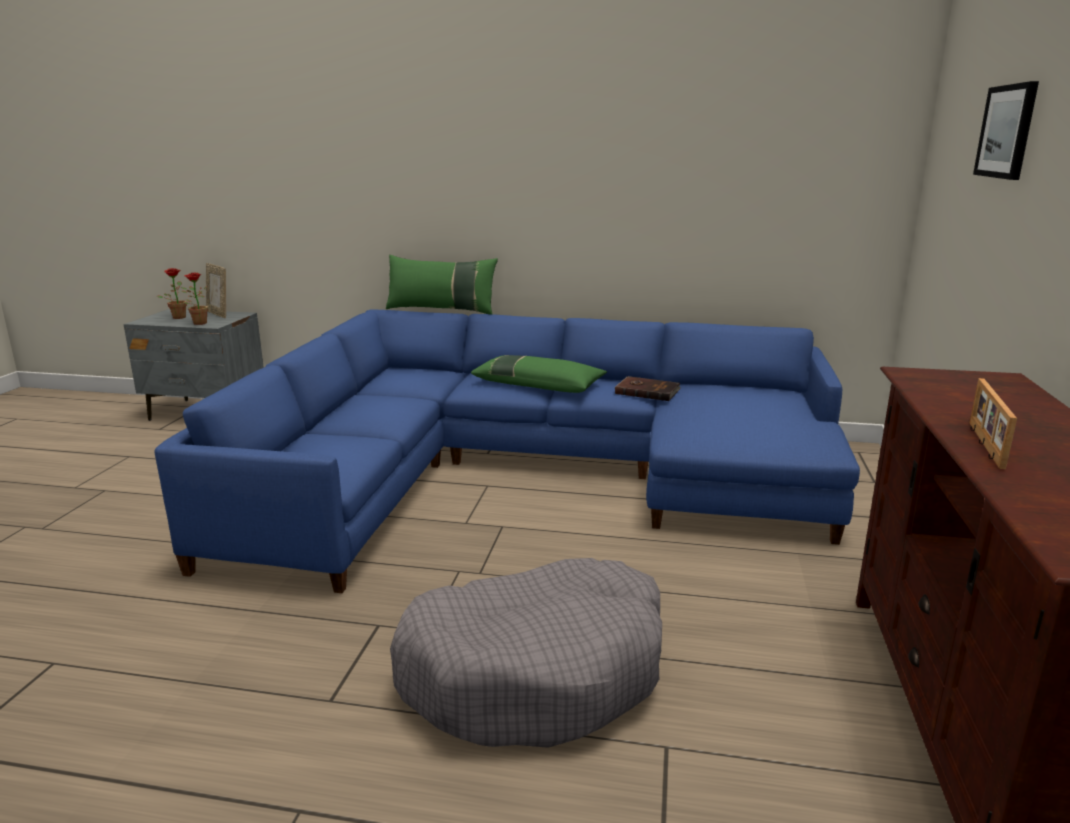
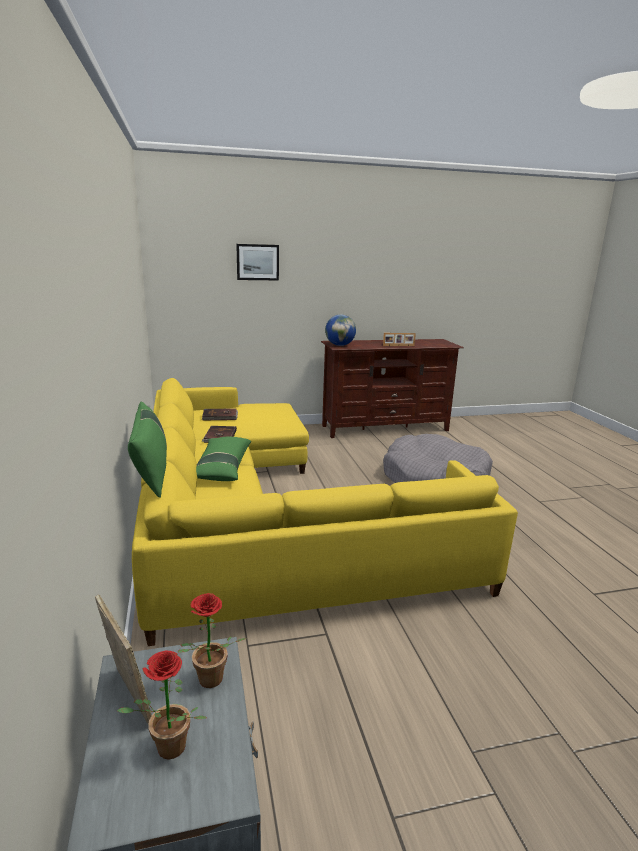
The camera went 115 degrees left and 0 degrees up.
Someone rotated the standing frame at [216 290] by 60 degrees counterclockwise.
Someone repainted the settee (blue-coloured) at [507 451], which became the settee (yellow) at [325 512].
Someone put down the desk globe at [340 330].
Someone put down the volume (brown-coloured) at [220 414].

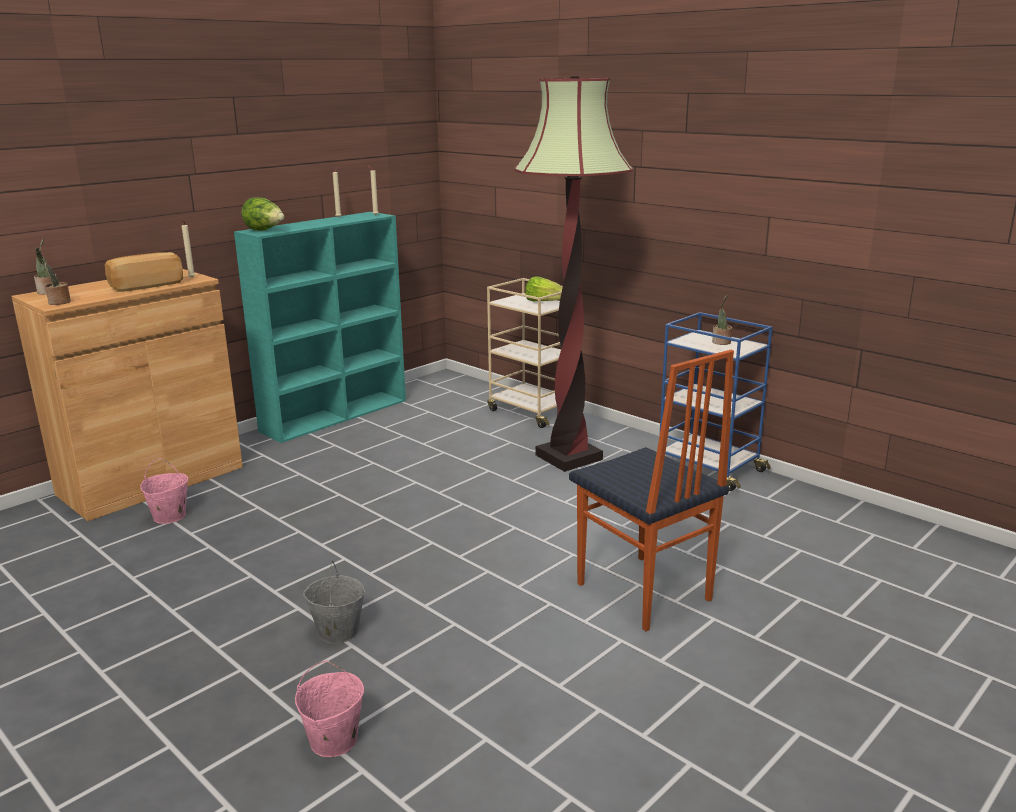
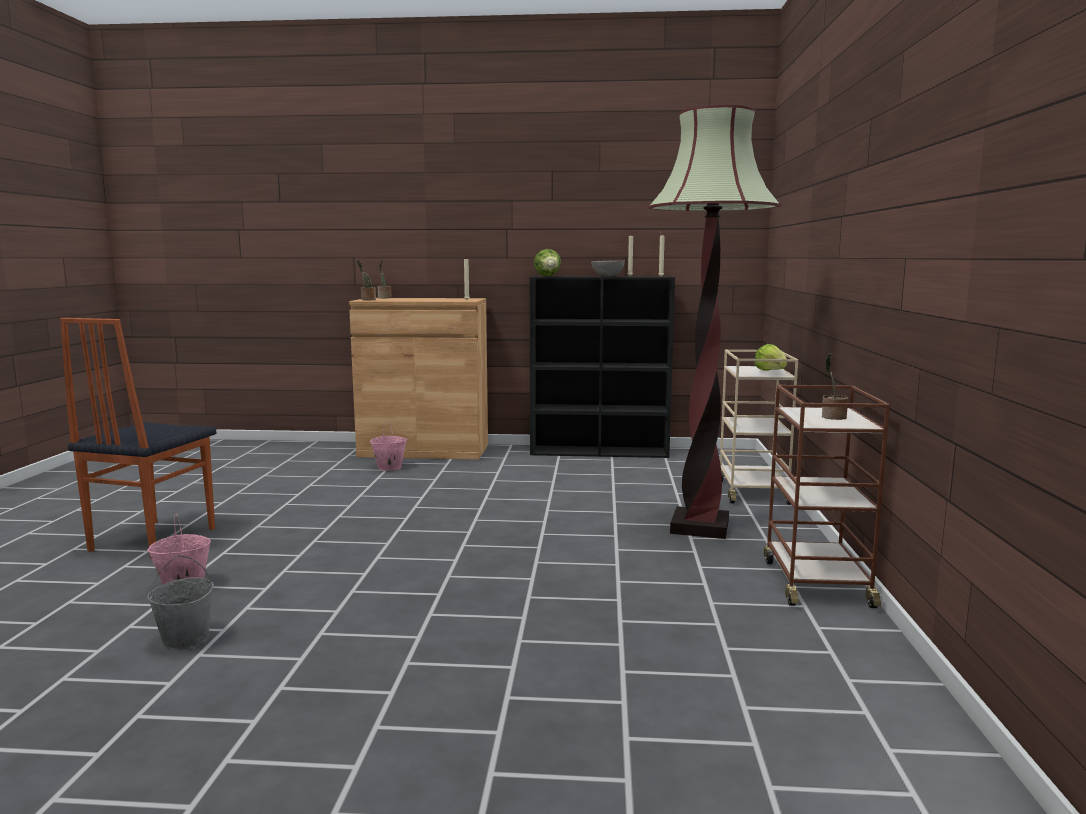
The camera went 50 degrees right and 10 degrees down.
Someone repainted the bookshelf (turquoise) at [320 327], which became the bookshelf (black-coloured) at [602 367].
Someone took away the baked bread at [144 272].
Someone repainted the cart (blue-coloured) at [716 401], which became the cart (brown-coloured) at [827 496].
Someone carried the chair from [651 490] to [138 438].
Someone carried the bucket (gray) from [334 602] to [180 602].
Someone put down the serving bowl (gray) at [608 268].

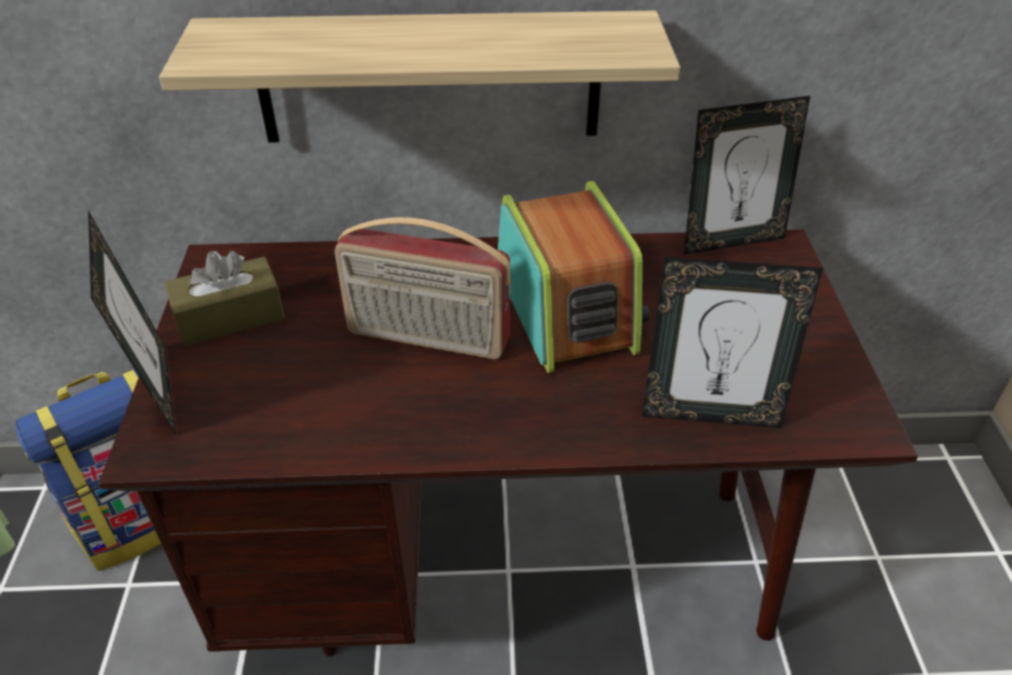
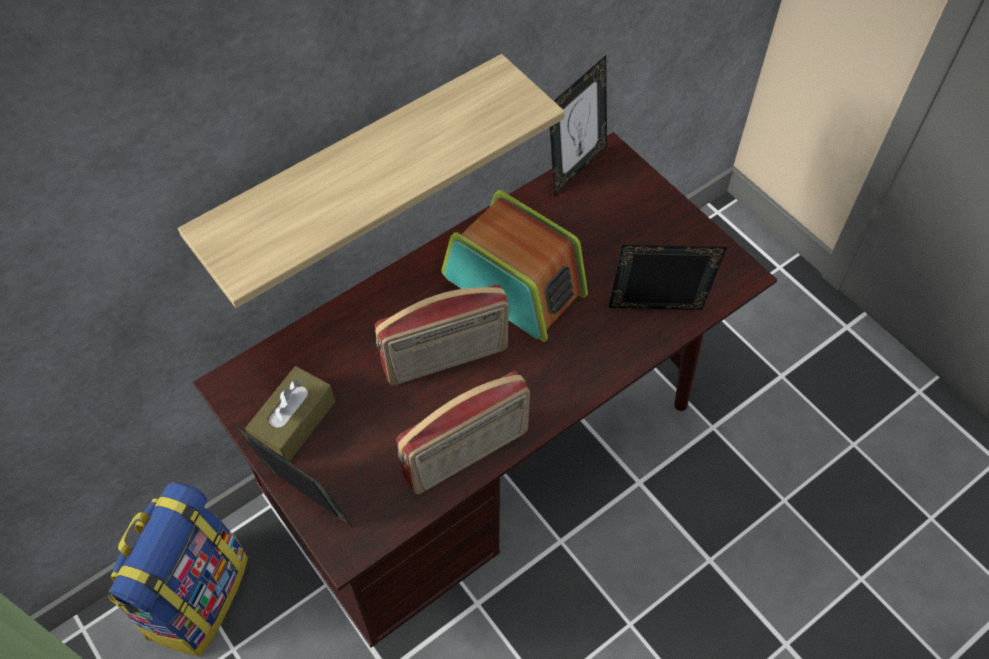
The camera went 35 degrees left and 15 degrees up.
Someone rotated the standing frame at [732 342] by 150 degrees counterclockwise.
Someone put down the radio set at [463 432].

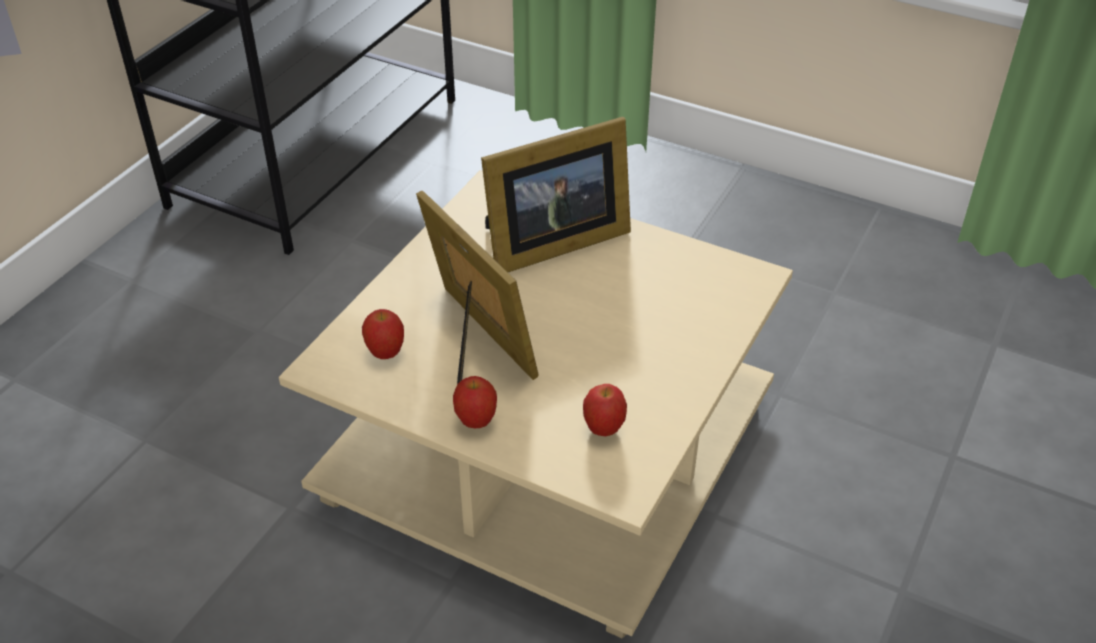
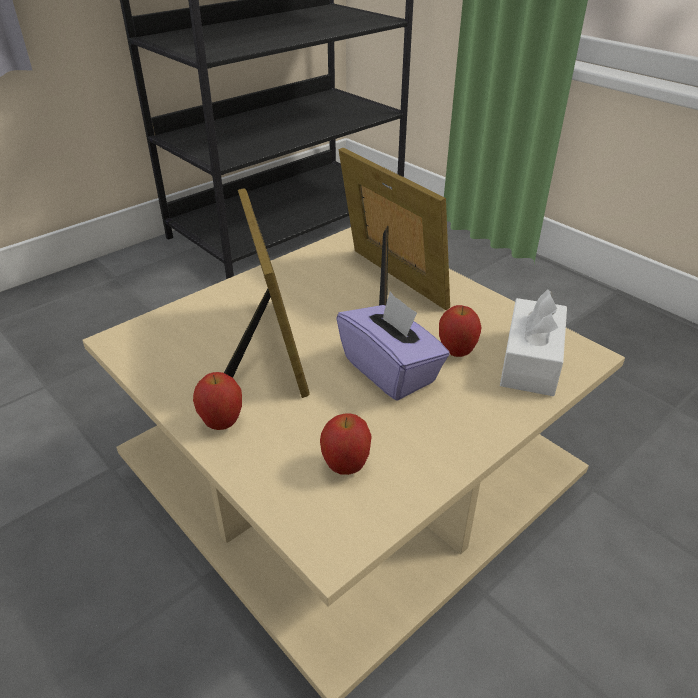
The camera went 20 degrees right and 5 degrees down.
Someone rotated the standing frame at [556 194] by 120 degrees counterclockwise.
Someone carried the apple from [383 334] to [460 331].
Someone put down the tissue box (white) at [533 342].
Someone put down the tissue box (purplish) at [393 346].

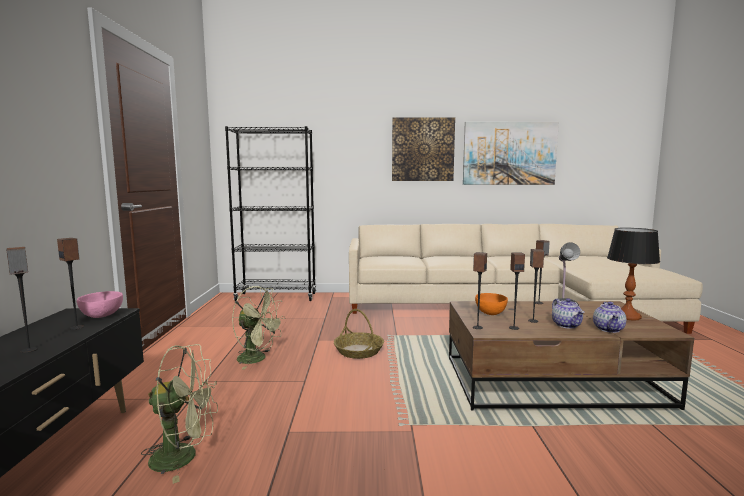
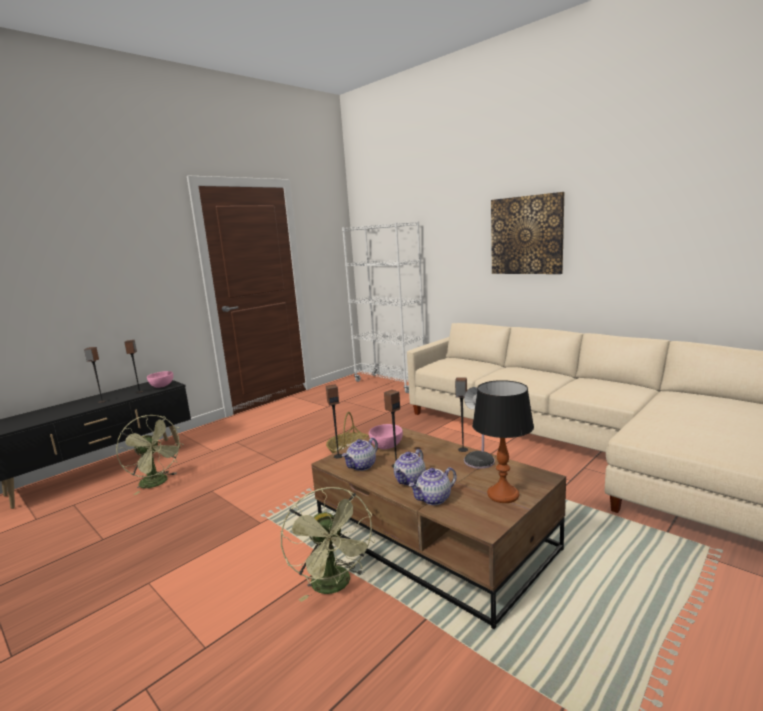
The camera went 45 degrees right and 5 degrees up.
Someone took away the picture at [511 153].
Someone repainted the bookshelf (black-coloured) at [270 213], which became the bookshelf (white) at [383 307].
Someone swapped the audio speaker at [517 291] for the tea pot at [360 454].
Someone carried the cooling fan (green) from [258 328] to [328 544].
Someone repainted the serving bowl (orange) at [491 304], which became the serving bowl (pinkish) at [386 436].

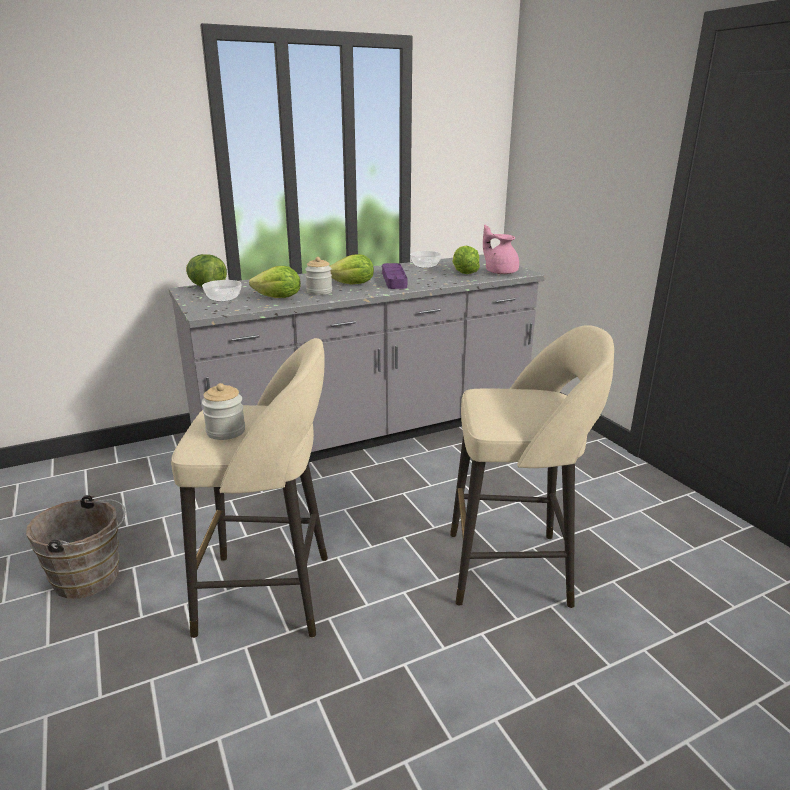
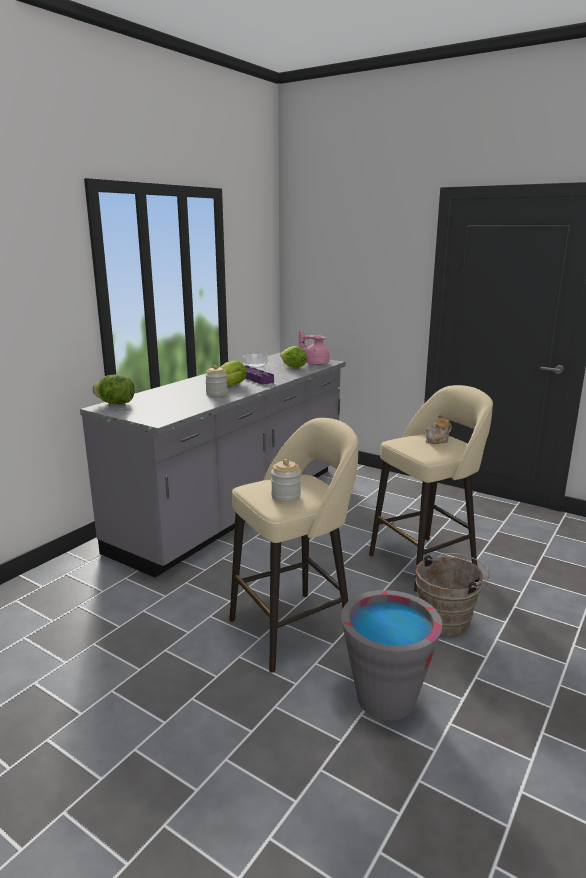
The camera went 30 degrees left and 5 degrees down.
Someone took away the lettuce at [275 282].
Someone took away the serving bowl at [221 291].
Someone carried the bucket (brown-coloured) from [75 547] to [452 594].
Someone put down the tea pot at [439 429].
Someone put down the bucket (gray) at [392 655].

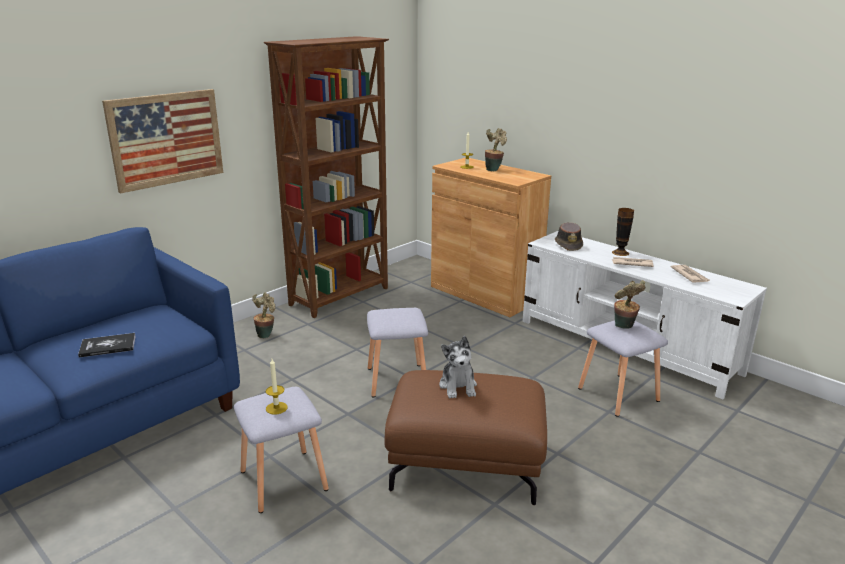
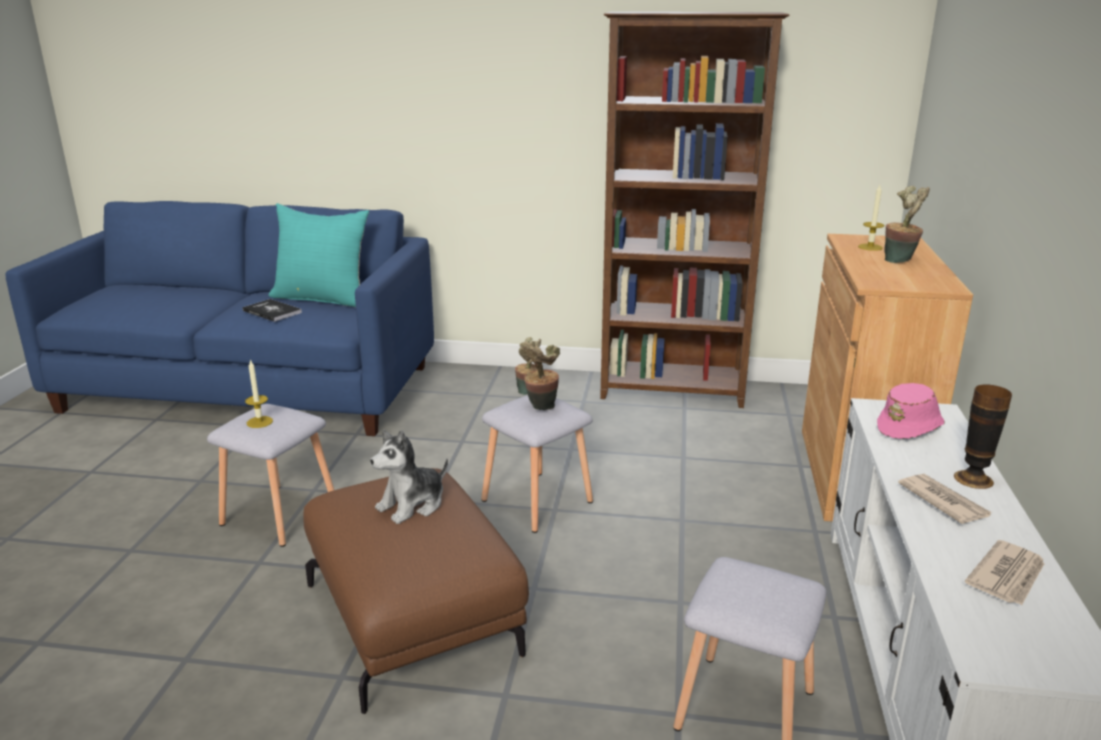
The camera went 55 degrees right and 0 degrees up.
Someone took away the picture at [162 141].
Someone repainted the hat (brown-coloured) at [569 236], which became the hat (pinkish) at [911 411].
Someone carried the houseplant from [630 304] to [539 375].
Someone put down the throw pillow (turquoise) at [319 255].

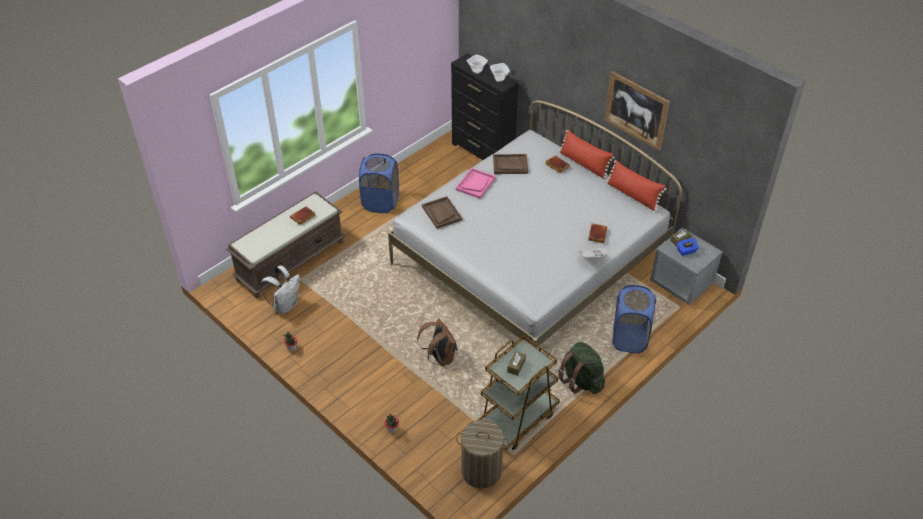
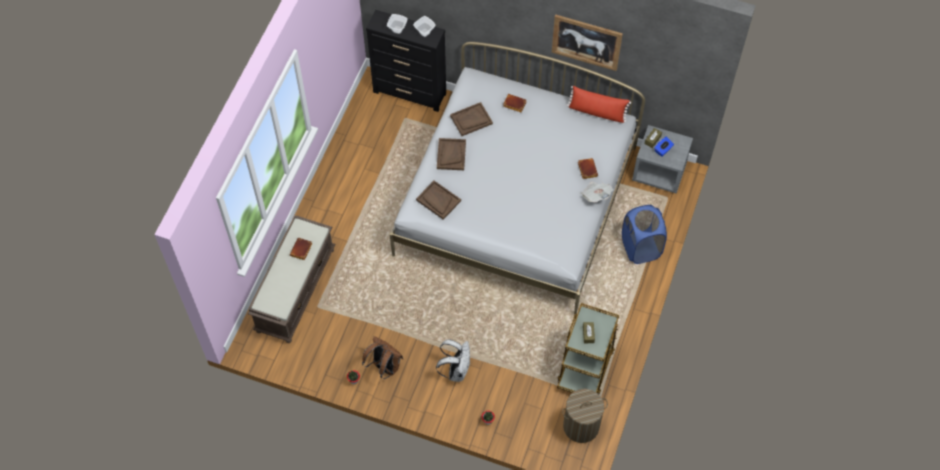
The camera went 25 degrees left and 15 degrees up.
Someone took away the throw pillow (red-coloured) at [587 154].
Someone took away the hamper (blue-coloured) at [379 183].
Someone repainted the tray (pinkish) at [476 183], which became the tray (brown-coloured) at [451 154].
Someone carried the backpack (white) from [280 289] to [453 360].
Someone carried the backpack (brown-coloured) from [437 342] to [382 357].
Someone took away the backpack (green) at [581 368].

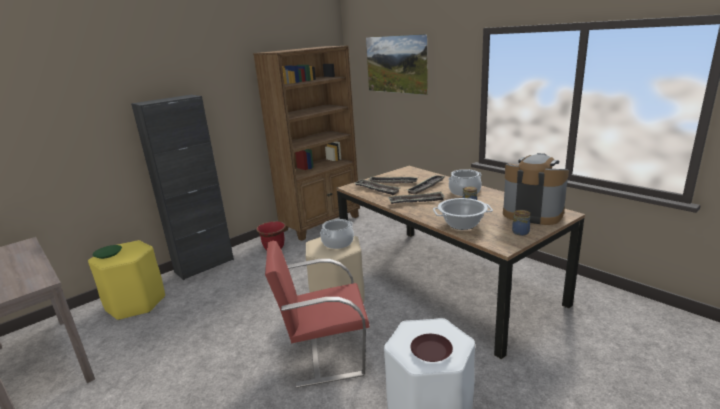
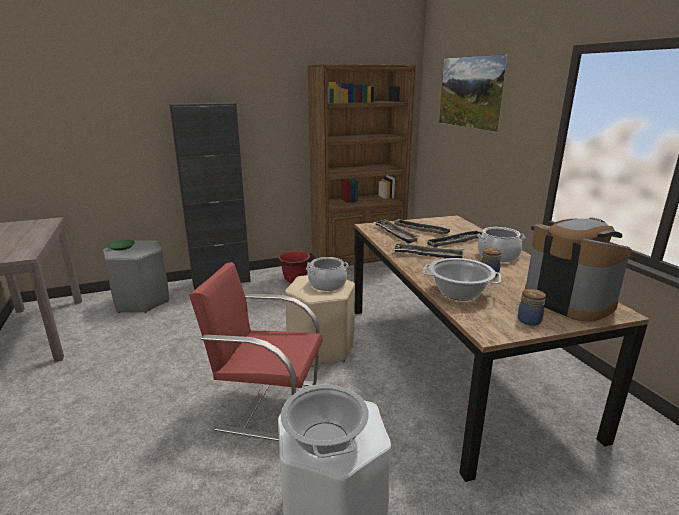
The camera went 20 degrees right and 0 degrees up.
Someone repainted the stool seat (yellow) at [126 280], which became the stool seat (gray) at [136 277].
Someone swapped the flat dish (brown-coloured) at [431 348] for the cooking pot at [325 420].

